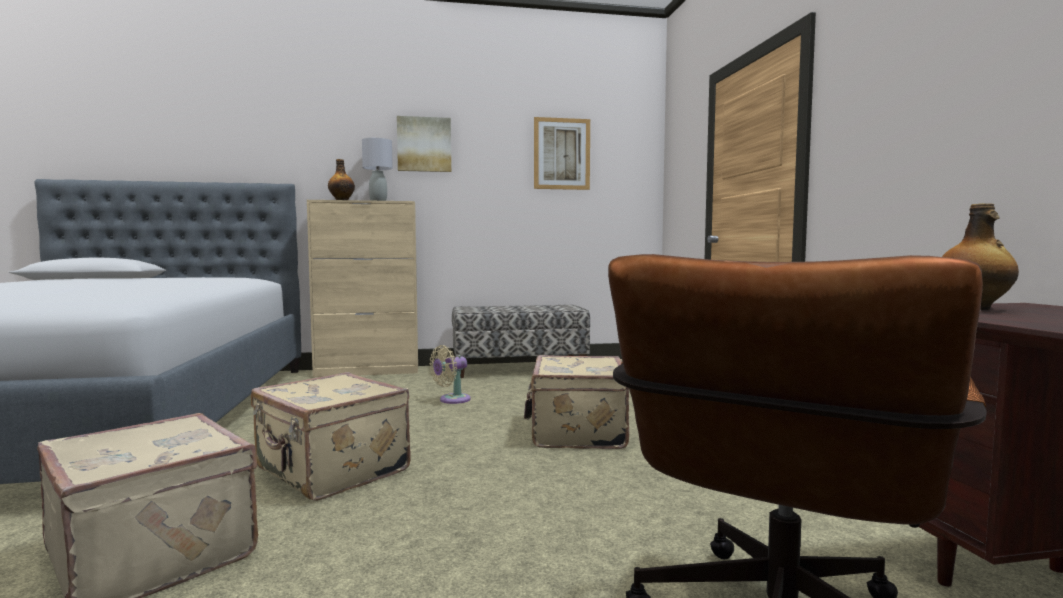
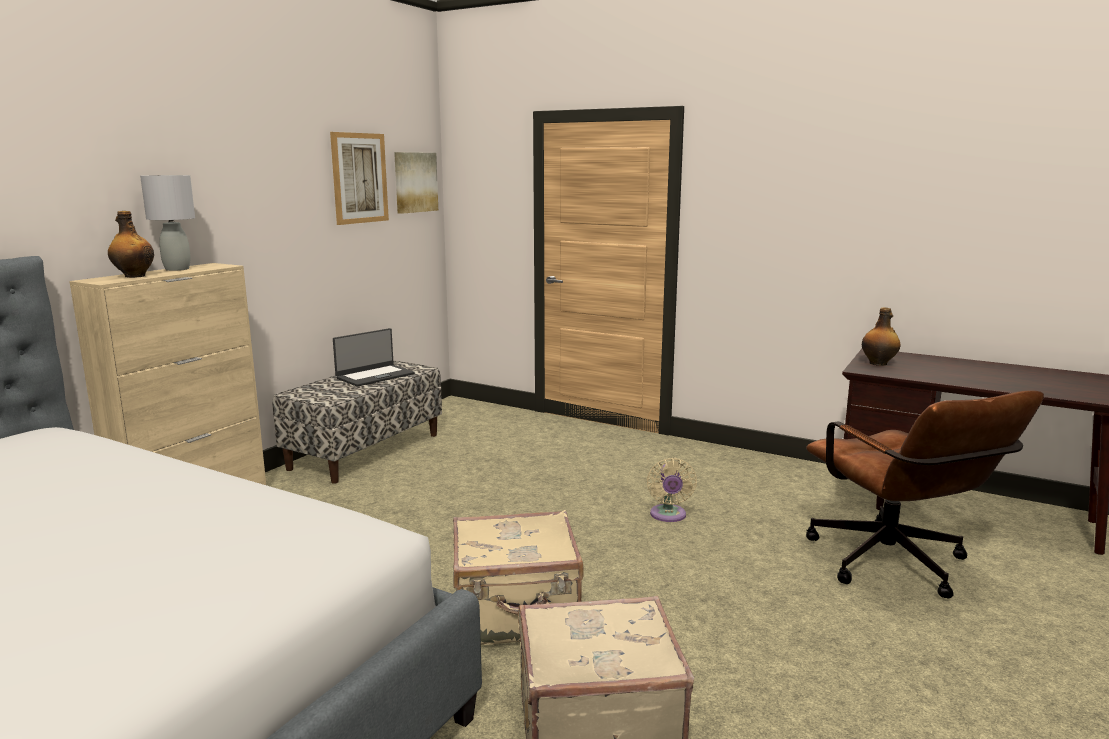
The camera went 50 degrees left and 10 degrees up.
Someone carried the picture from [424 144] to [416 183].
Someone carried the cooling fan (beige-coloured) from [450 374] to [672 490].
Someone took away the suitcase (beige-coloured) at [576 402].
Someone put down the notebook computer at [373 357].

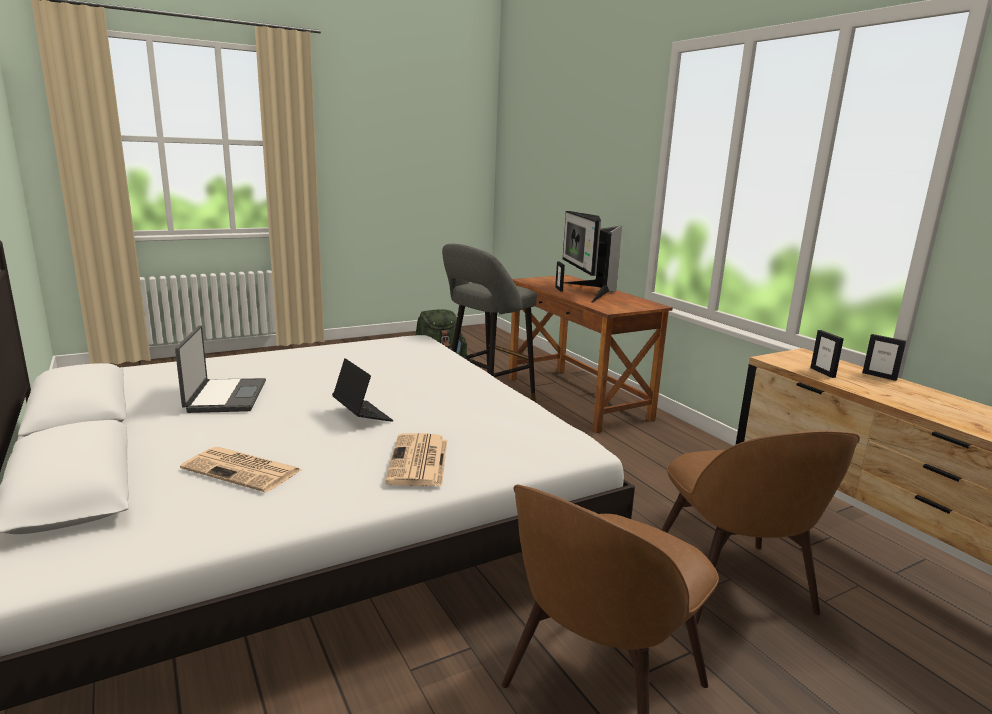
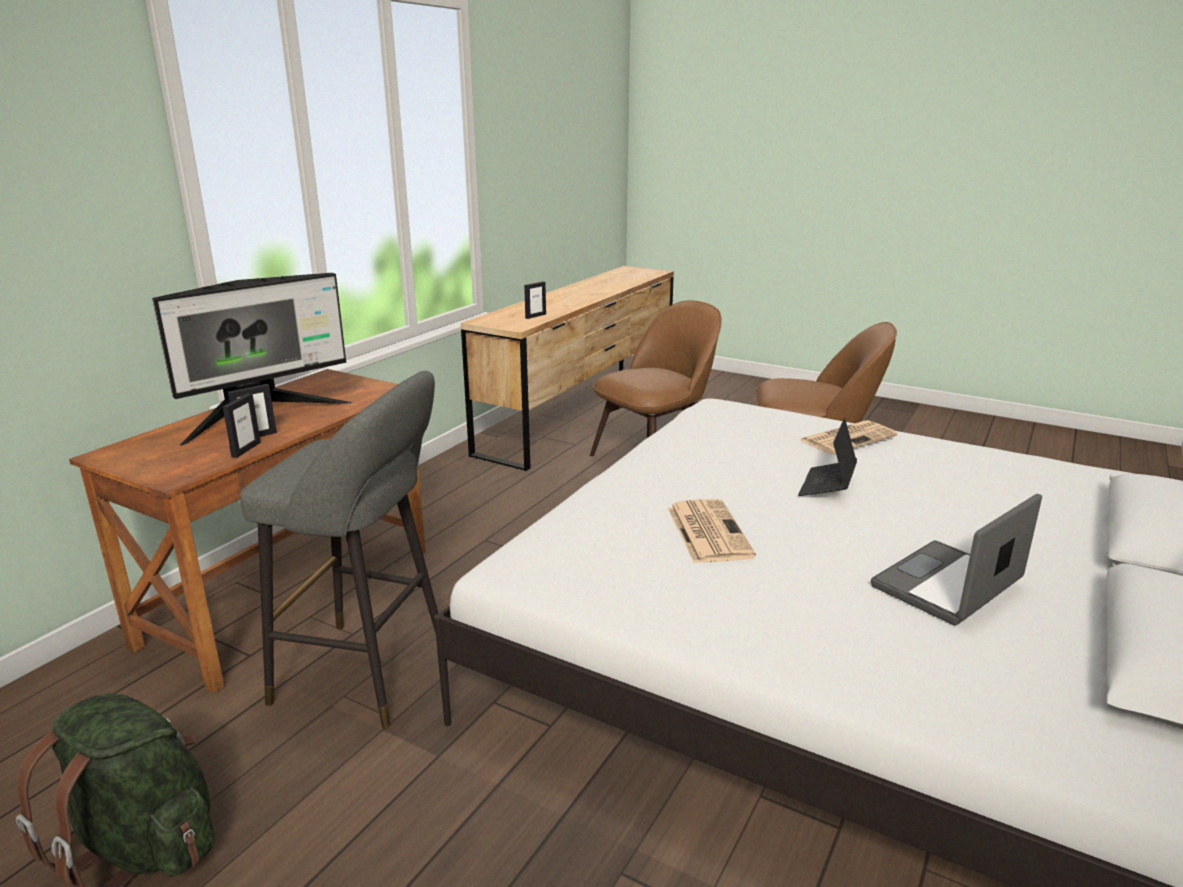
The camera went 120 degrees left and 5 degrees up.
Someone carried the standing frame from [884 357] to [242 425].
Someone carried the printed paper from [240 469] to [712 531].

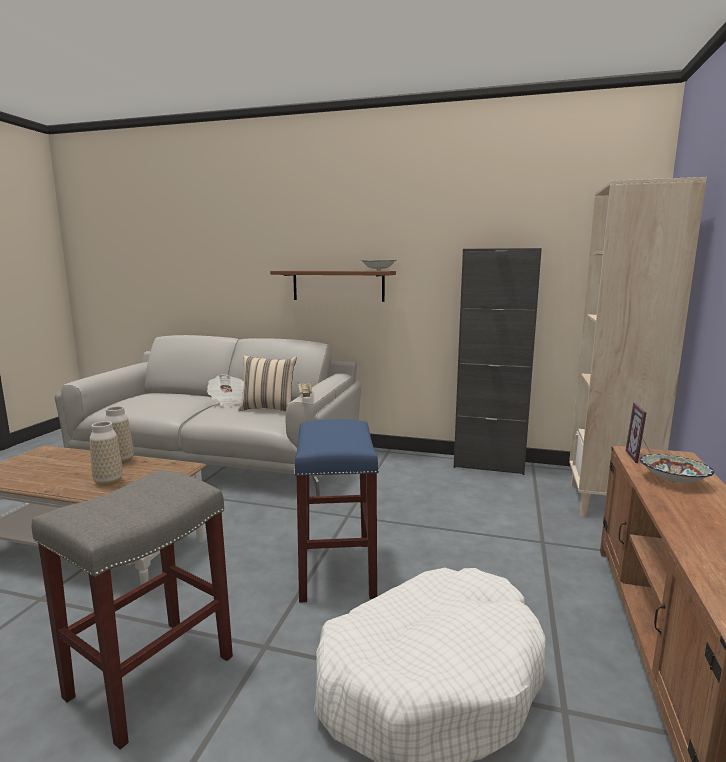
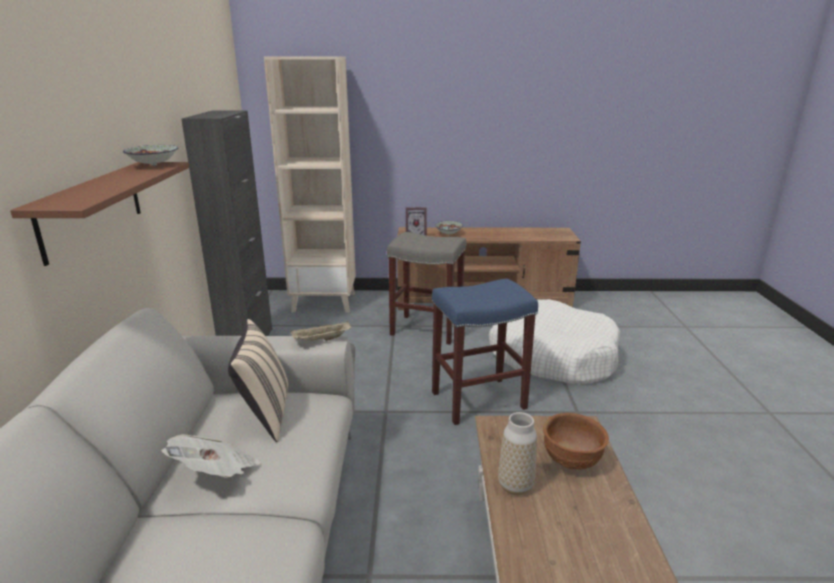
The camera went 105 degrees left and 10 degrees up.
Someone swapped the flower vase at [106 453] for the serving bowl (brown-coloured) at [576 441].
Someone carried the stool seat (gray) from [132 610] to [426 288].

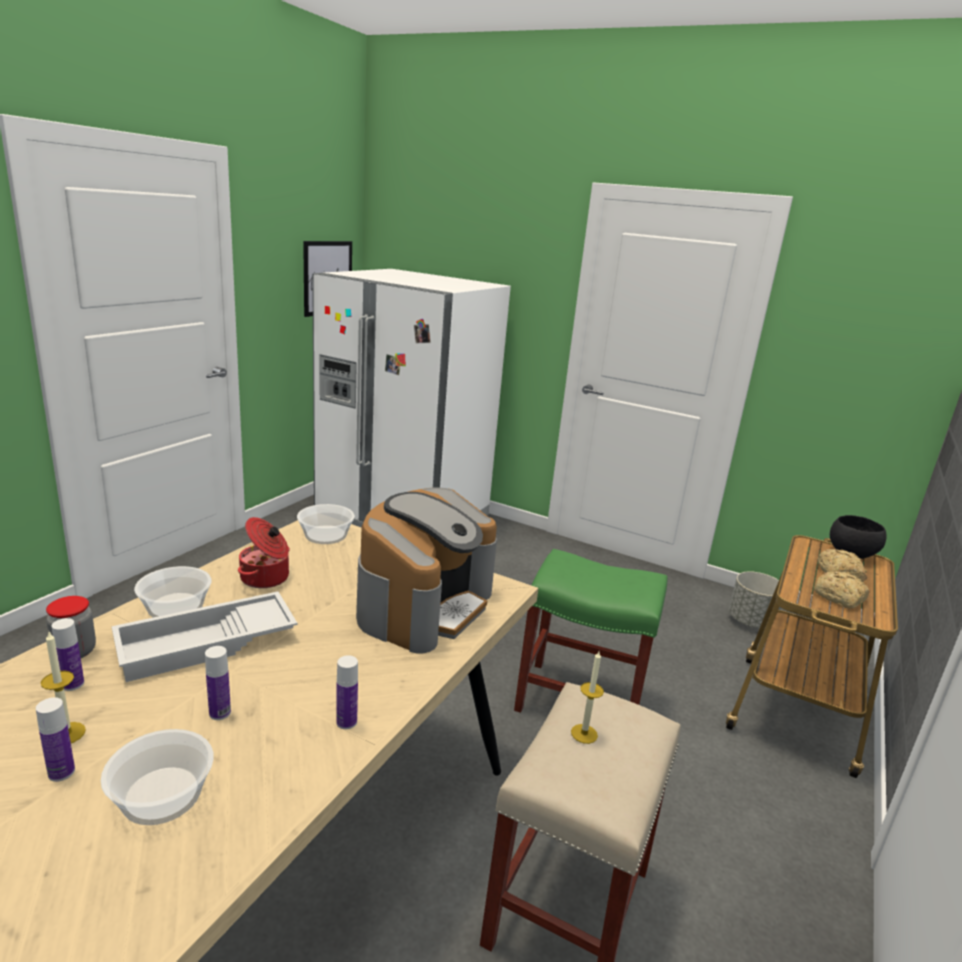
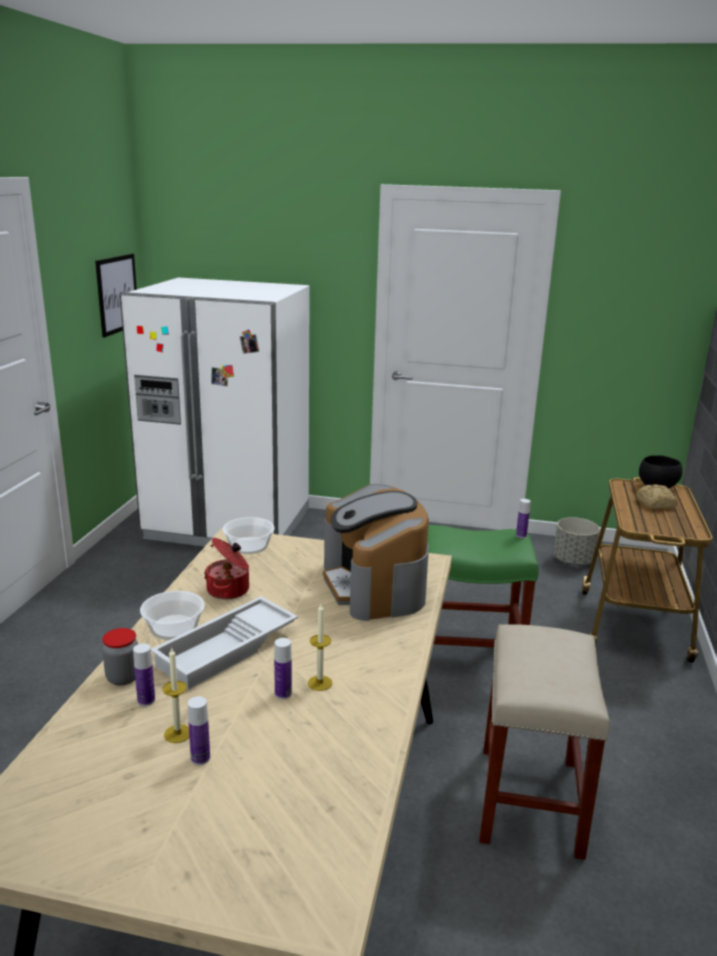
The camera went 15 degrees left and 0 degrees up.
Someone rotated the coffee maker at [426 570] by 150 degrees clockwise.
Someone took away the baked bread at [841 590].
Someone carried the wax candle from [587 697] to [320 647].
Someone carried the beverage bottle from [347 692] to [523 518].
Someone took away the serving bowl at [157 777].

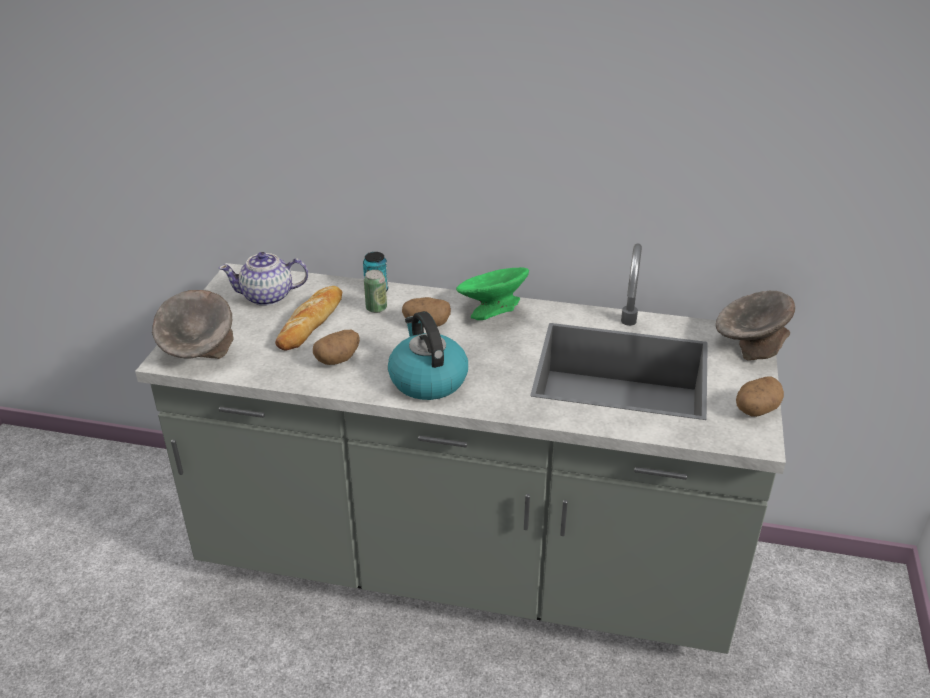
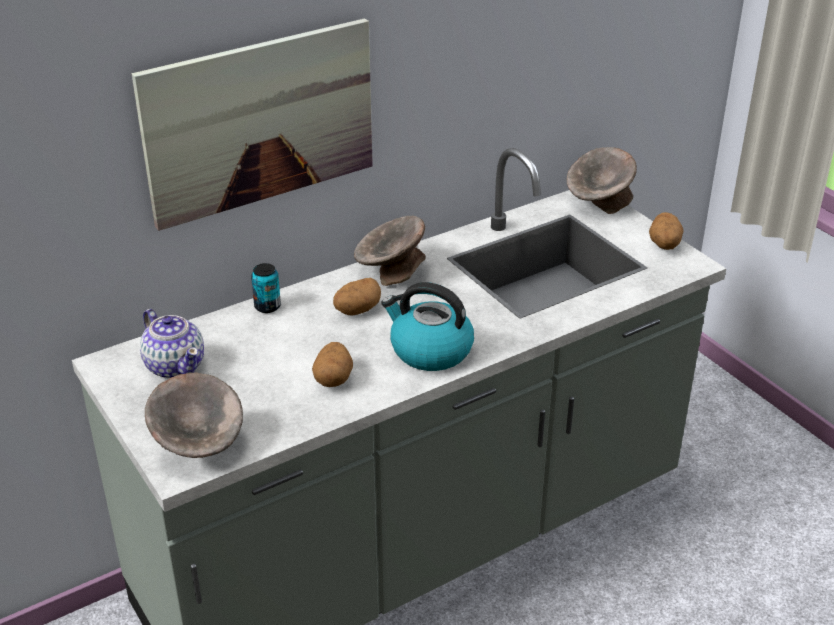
The camera went 45 degrees left and 0 degrees up.
Someone rotated the tea pot at [263 279] by 75 degrees counterclockwise.
Someone repainted the serving bowl (green) at [492 293], which became the serving bowl (gray) at [390 251].
Someone took away the metal can at [375 291].
Someone took away the baked bread at [309 318].
Someone put up the picture at [252 124].

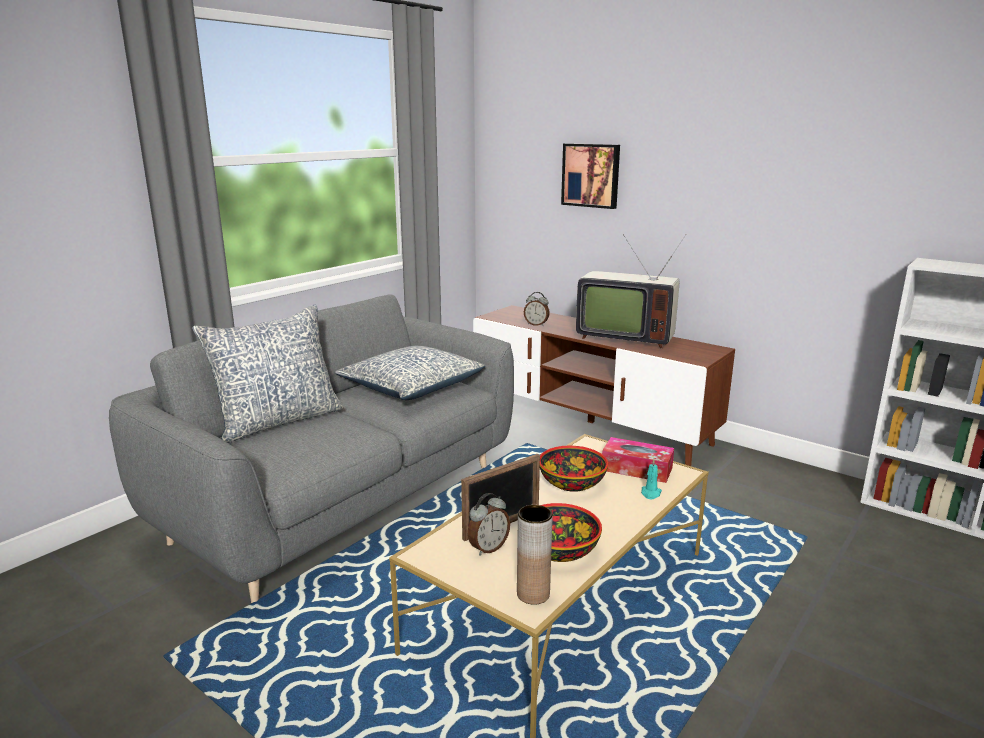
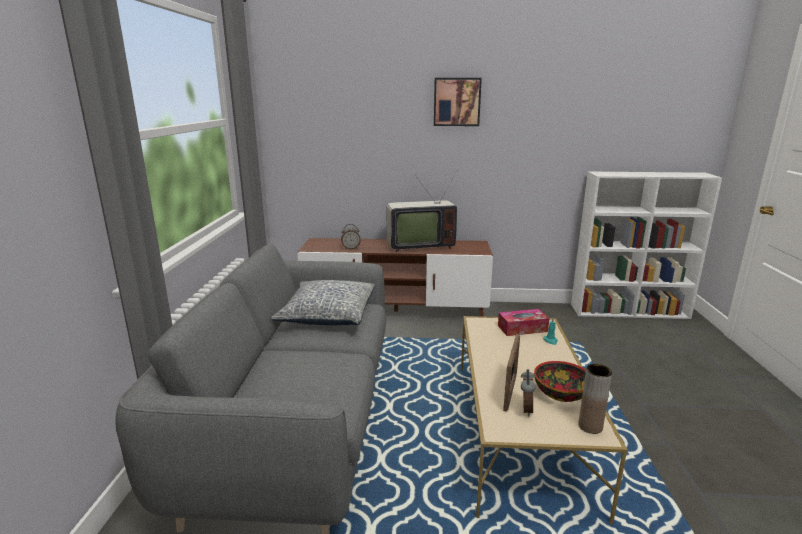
The camera went 35 degrees left and 0 degrees up.
Someone carried the picture from [590 176] to [458 102].
Someone took away the throw pillow at [267 373].
Someone took away the serving bowl at [574 469].

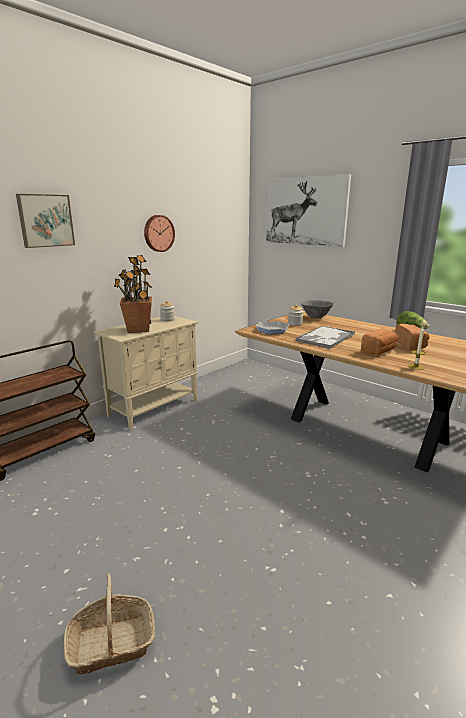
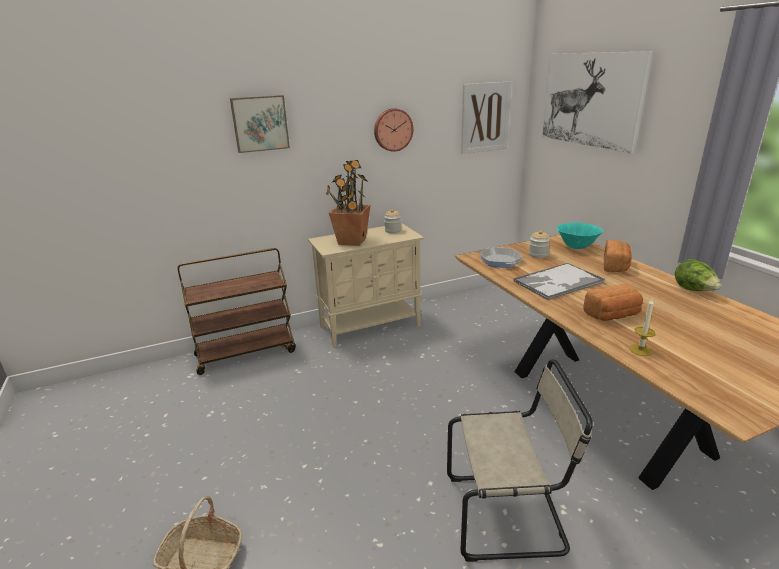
The camera went 25 degrees right and 5 degrees up.
Someone repainted the serving bowl (gray) at [317 309], which became the serving bowl (turquoise) at [580 236].
Someone carried the baked bread from [412 337] to [618 256].
Someone put up the picture at [486 117].
Someone put down the chair (beige-coloured) at [520 460].

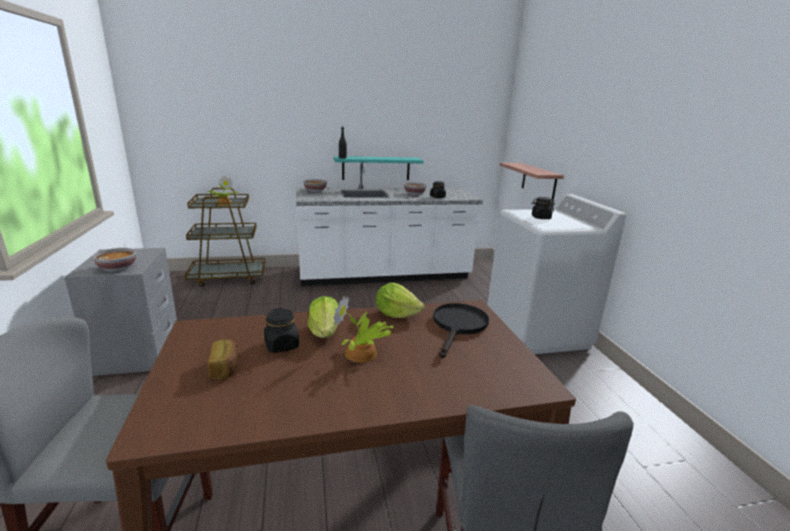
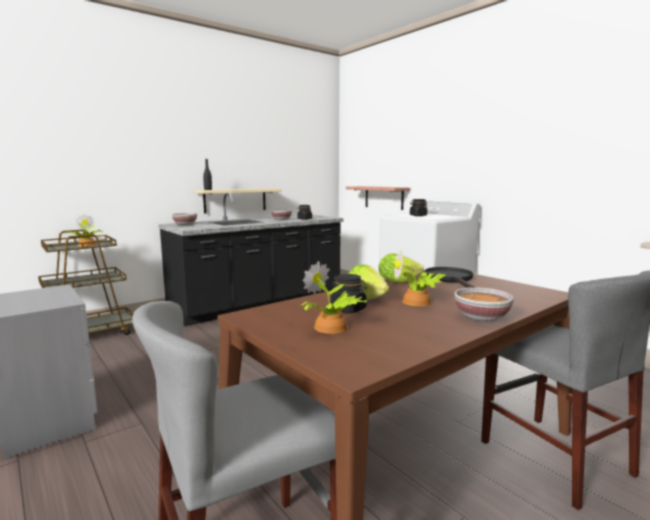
The camera went 25 degrees left and 10 degrees down.
Someone repainted the shelf (turquoise) at [378 168], which became the shelf (beige-coloured) at [238 200].
Someone repainted the counter (white) at [389 224], which became the counter (black-coloured) at [251 259].
Someone carried the serving bowl from [114 260] to [484 304].
Someone swapped the baked bread at [223 359] for the houseplant at [333 297].

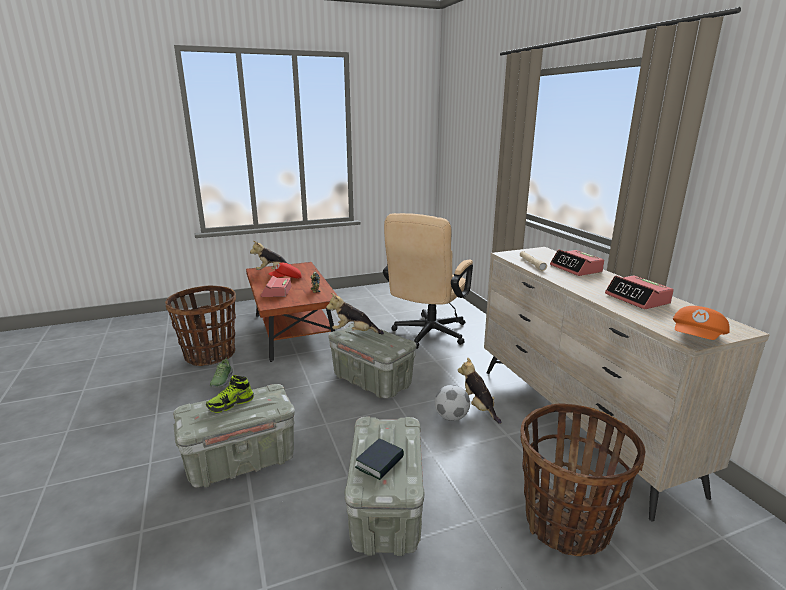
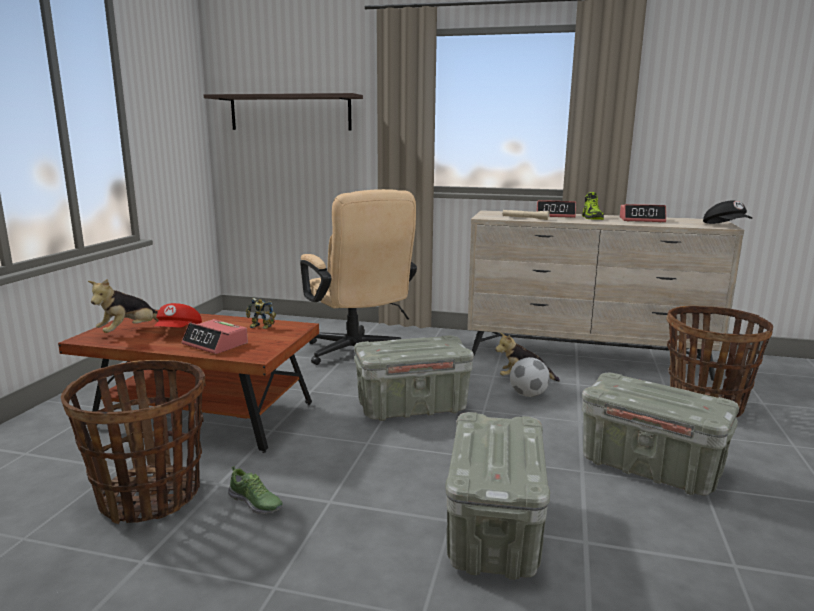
The camera went 55 degrees left and 5 degrees down.
Someone took away the plush toy at [355 314].
Someone repainted the cap (orange) at [701 323], which became the cap (black-coloured) at [727 212].
Someone carried the low shoe from [230 394] to [593 206].
Someone took away the volume at [379 459].
Someone put up the shelf at [283 111].

